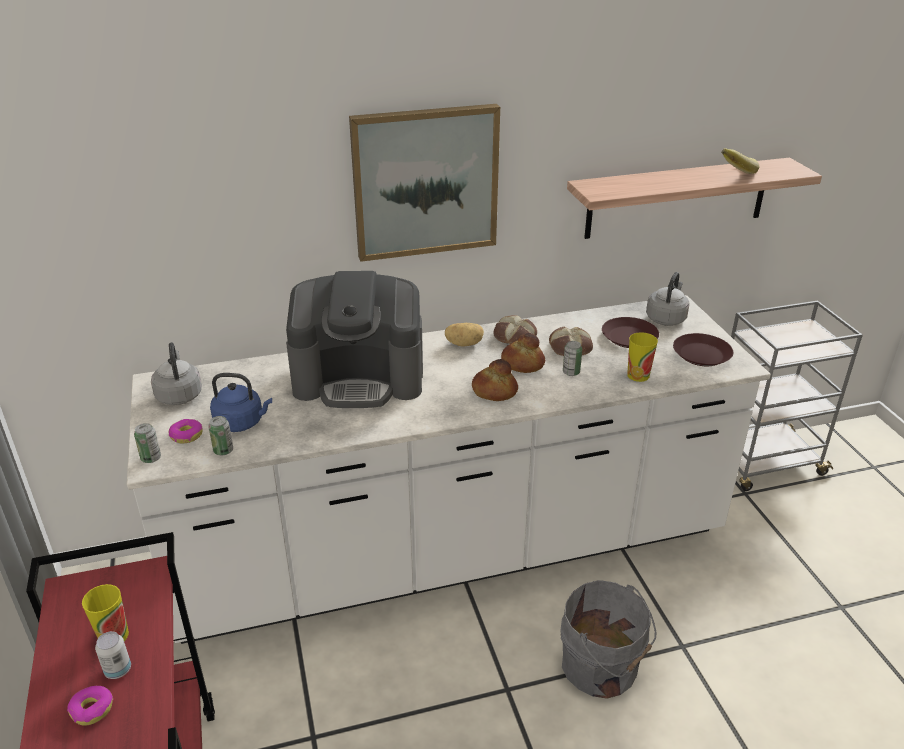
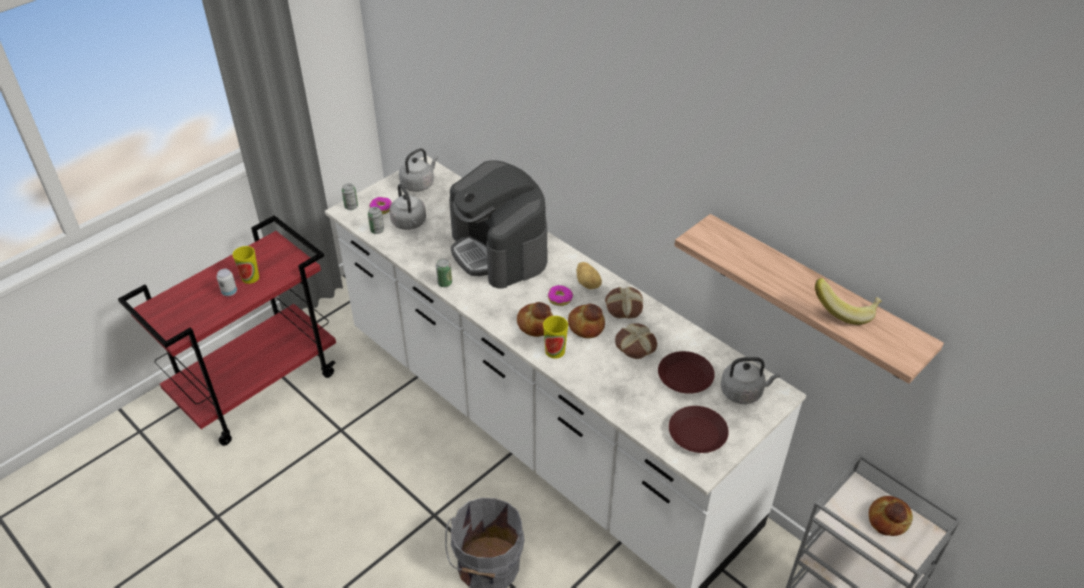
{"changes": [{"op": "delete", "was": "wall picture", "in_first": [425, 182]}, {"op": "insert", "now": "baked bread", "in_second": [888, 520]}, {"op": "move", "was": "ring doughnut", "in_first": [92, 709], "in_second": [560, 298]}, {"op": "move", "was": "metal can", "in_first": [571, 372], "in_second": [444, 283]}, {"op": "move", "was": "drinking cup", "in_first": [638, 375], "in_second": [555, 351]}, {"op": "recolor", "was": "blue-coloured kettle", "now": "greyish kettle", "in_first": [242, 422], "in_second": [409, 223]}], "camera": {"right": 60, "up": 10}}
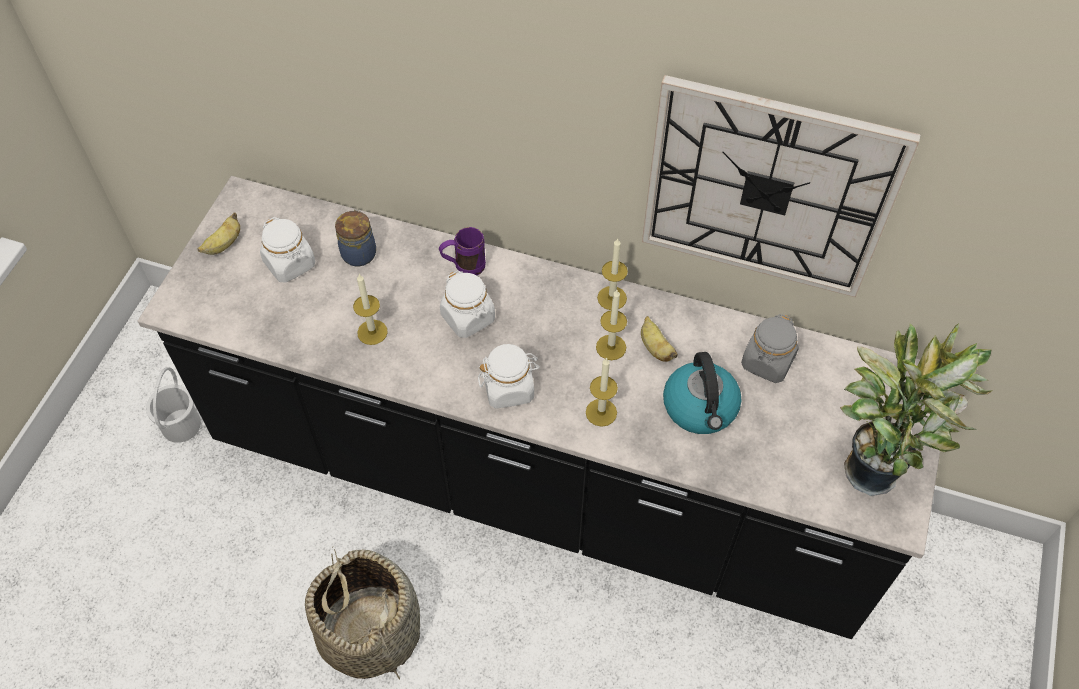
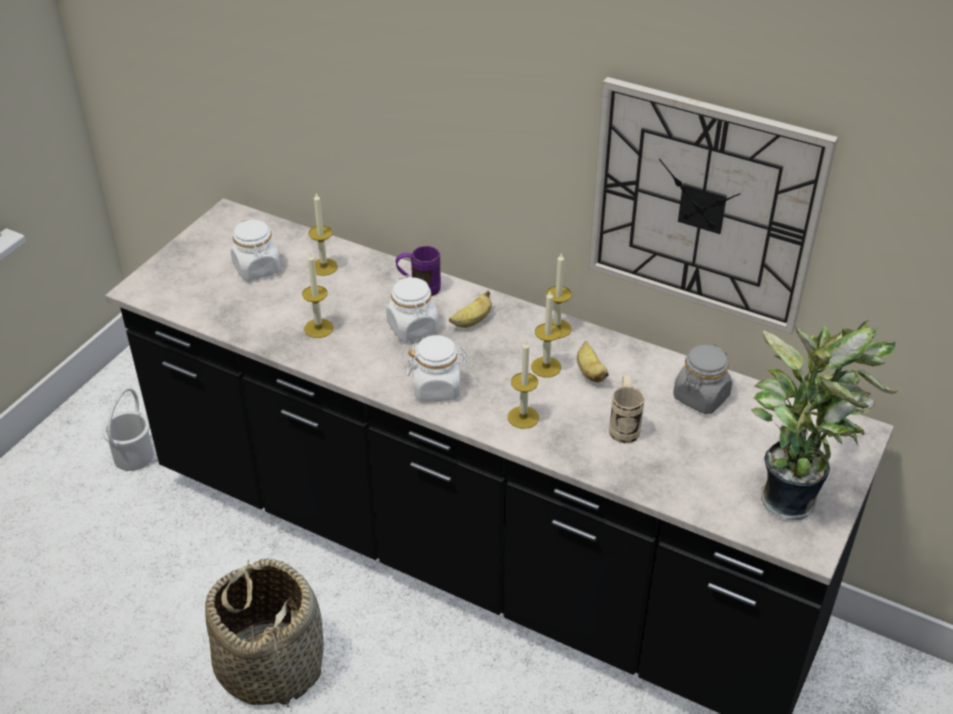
{"changes": [{"op": "move", "was": "banana fruit", "in_first": [224, 245], "in_second": [472, 322]}, {"op": "replace", "was": "jar", "now": "wax candle", "in_first": [359, 252], "in_second": [323, 267]}, {"op": "replace", "was": "kettle", "now": "sand-coloured coffee mug", "in_first": [700, 408], "in_second": [624, 426]}], "camera": {"right": 10, "up": -15}}
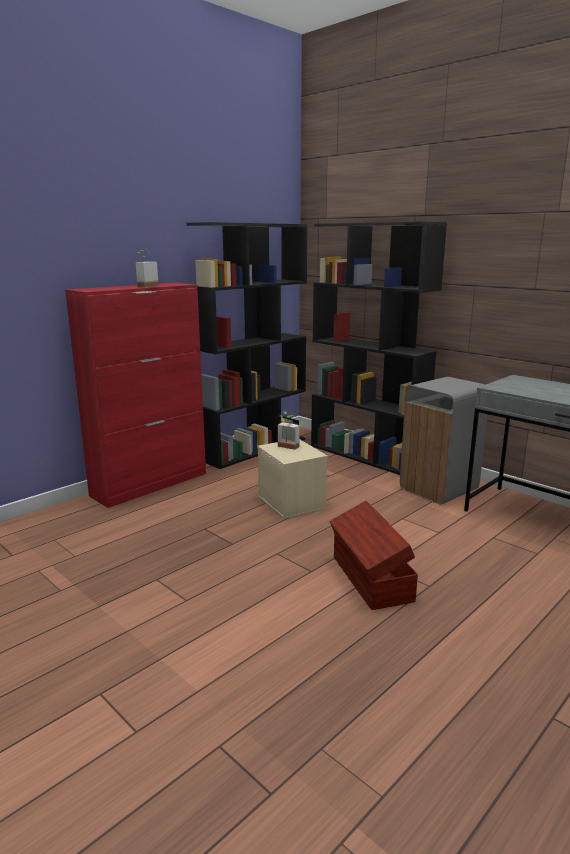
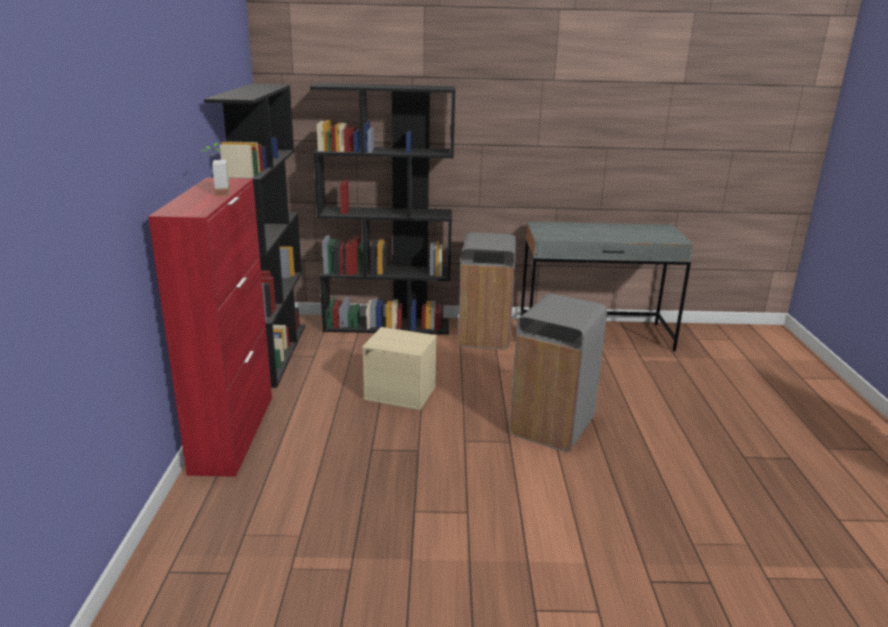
{"changes": [{"op": "delete", "was": "houseplant", "in_first": [286, 447]}, {"op": "replace", "was": "brownish storage container", "now": "greyish rubbish bin", "in_first": [370, 579], "in_second": [553, 427]}], "camera": {"right": -45, "up": 5}}
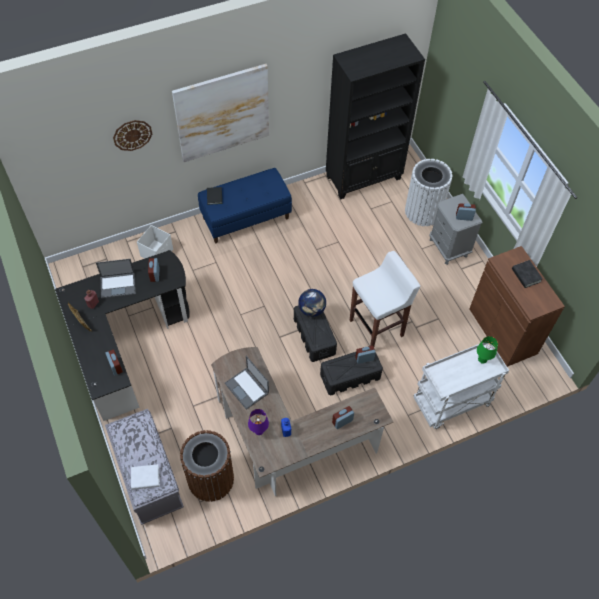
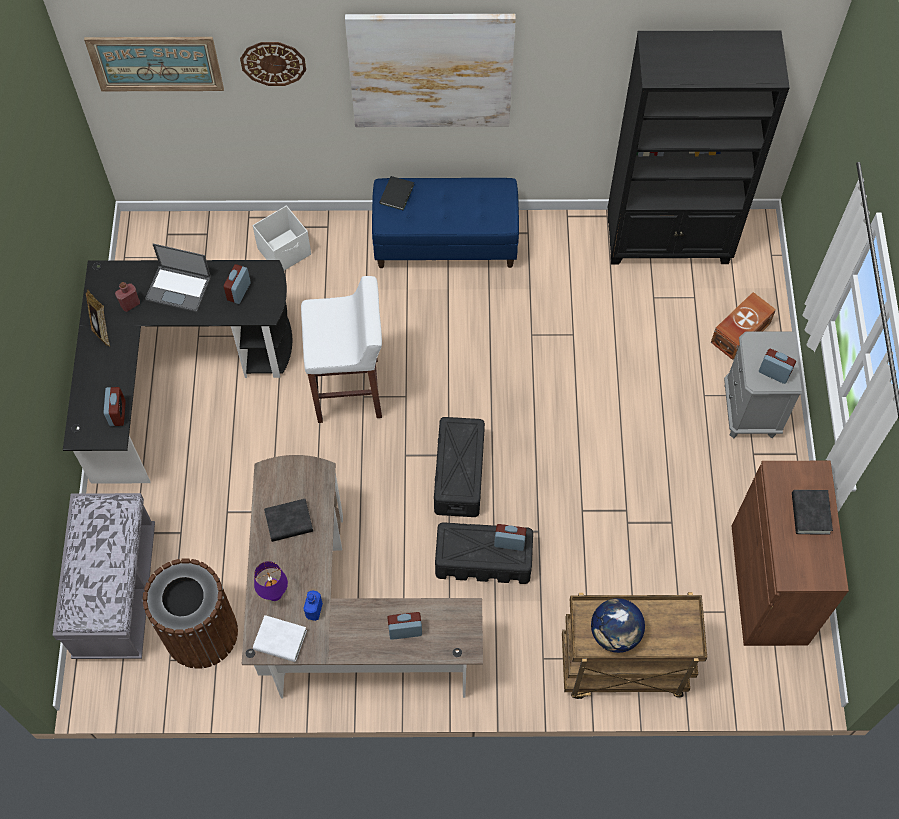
{"changes": [{"op": "delete", "was": "green lamp for a table", "in_first": [482, 359]}, {"op": "insert", "now": "wall picture", "in_second": [155, 63]}, {"op": "move", "was": "white book", "in_first": [145, 478], "in_second": [280, 640]}, {"op": "move", "was": "world globe", "in_first": [312, 310], "in_second": [615, 634]}, {"op": "move", "was": "white stool", "in_first": [377, 328], "in_second": [349, 390]}, {"op": "replace", "was": "notebook computer", "now": "black book", "in_first": [247, 388], "in_second": [289, 522]}, {"op": "replace", "was": "white rubbish bin", "now": "brownish storage container", "in_first": [423, 211], "in_second": [739, 333]}, {"op": "recolor", "was": "white wheeled cart", "now": "brownish wheeled cart", "in_first": [451, 403], "in_second": [621, 668]}], "camera": {"right": 25, "up": 5}}
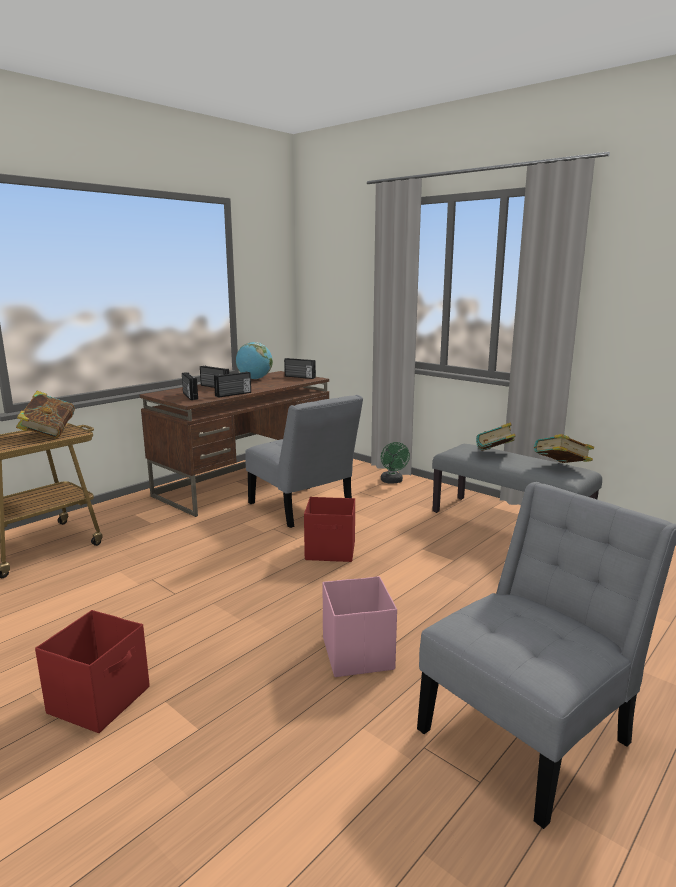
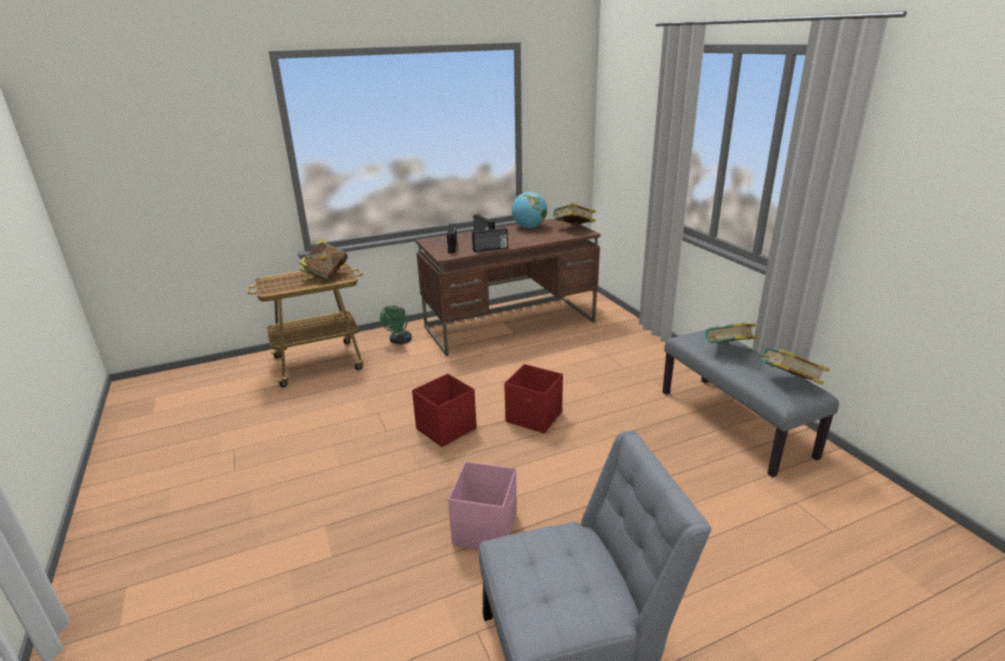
{"changes": [{"op": "delete", "was": "greyish plain chair", "in_first": [303, 508]}, {"op": "move", "was": "red-coloured storage container", "in_first": [101, 699], "in_second": [447, 428]}, {"op": "move", "was": "green fan", "in_first": [392, 481], "in_second": [399, 341]}, {"op": "replace", "was": "radio receiver", "now": "book", "in_first": [299, 377], "in_second": [573, 229]}], "camera": {"right": 25, "up": 10}}
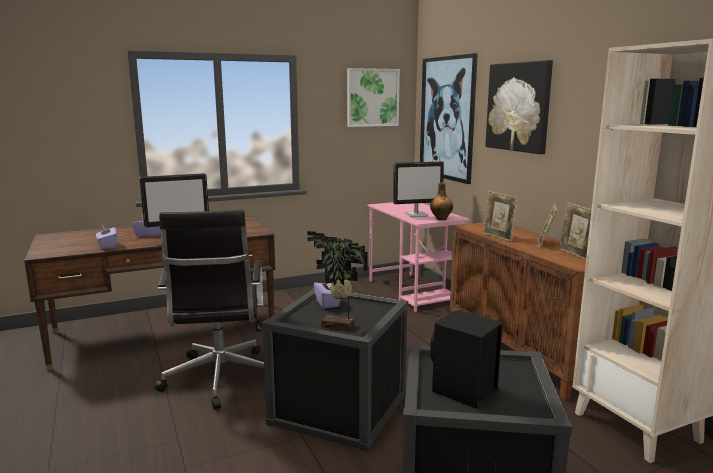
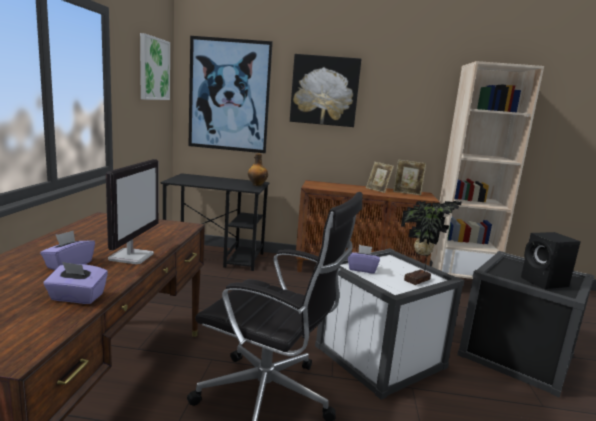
{"changes": [{"op": "delete", "was": "computer display", "in_first": [416, 215]}, {"op": "delete", "was": "picture frame", "in_first": [498, 237]}, {"op": "recolor", "was": "black storage container", "now": "white storage container", "in_first": [339, 409], "in_second": [379, 356]}, {"op": "recolor", "was": "pinkish desk table", "now": "black desk table", "in_first": [413, 292], "in_second": [216, 257]}], "camera": {"right": -60, "up": 0}}
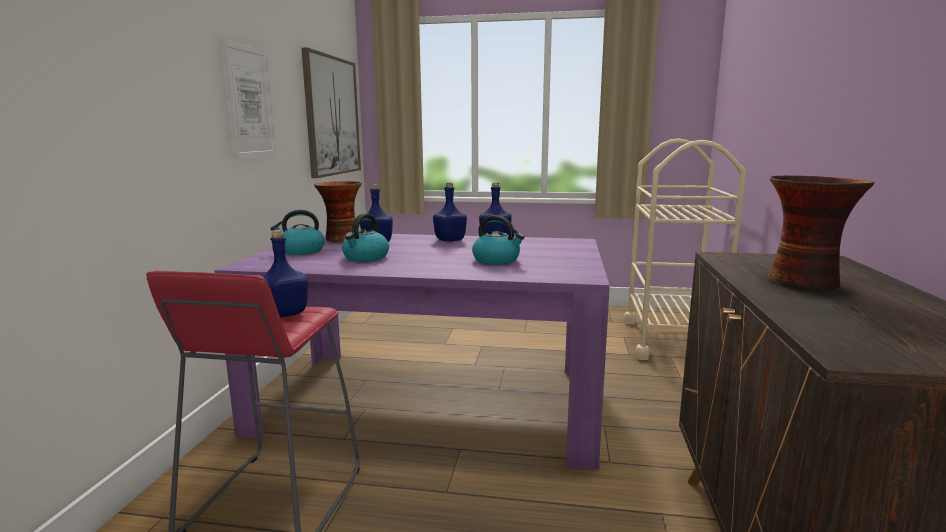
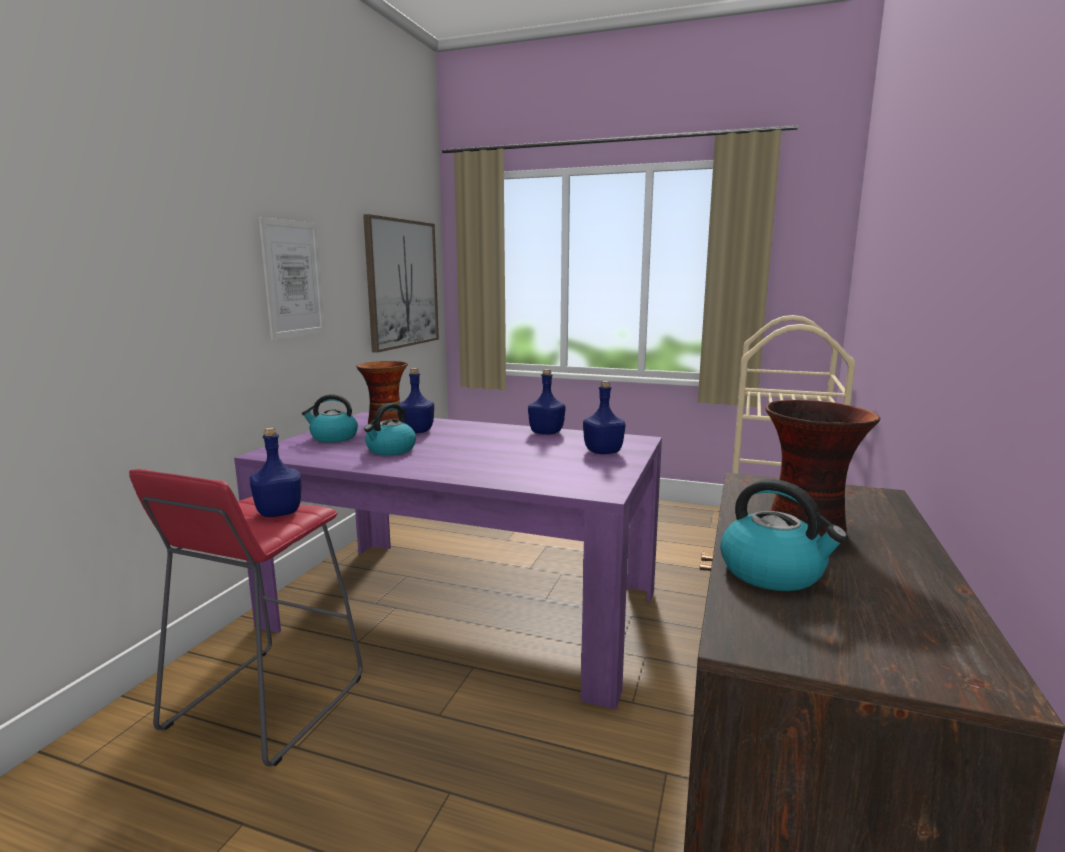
{"changes": [{"op": "move", "was": "blue-coloured bottle", "in_first": [450, 240], "in_second": [603, 452]}, {"op": "move", "was": "kettle", "in_first": [497, 260], "in_second": [773, 572]}], "camera": {"right": 10, "up": 0}}
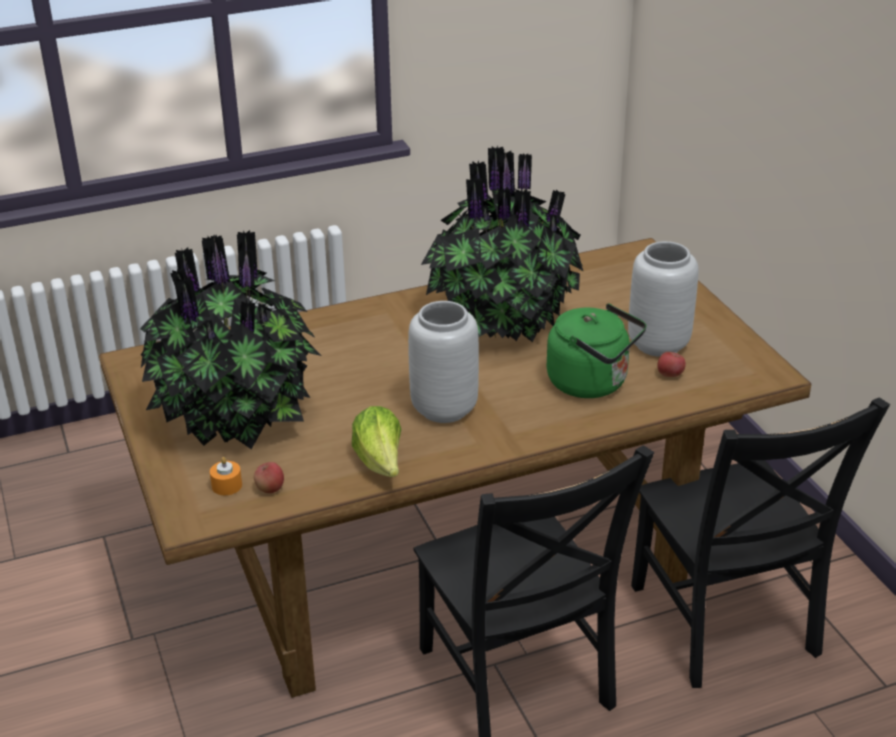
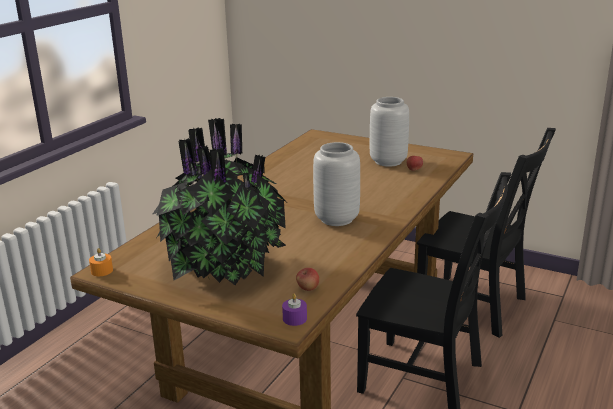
{"changes": [{"op": "delete", "was": "lettuce head", "in_first": [380, 463]}, {"op": "delete", "was": "houseplant", "in_first": [501, 320]}, {"op": "delete", "was": "green kettle", "in_first": [592, 383]}, {"op": "insert", "now": "purple wax candle", "in_second": [294, 318]}, {"op": "move", "was": "orange wax candle", "in_first": [227, 485], "in_second": [102, 271]}], "camera": {"right": -40, "up": -10}}
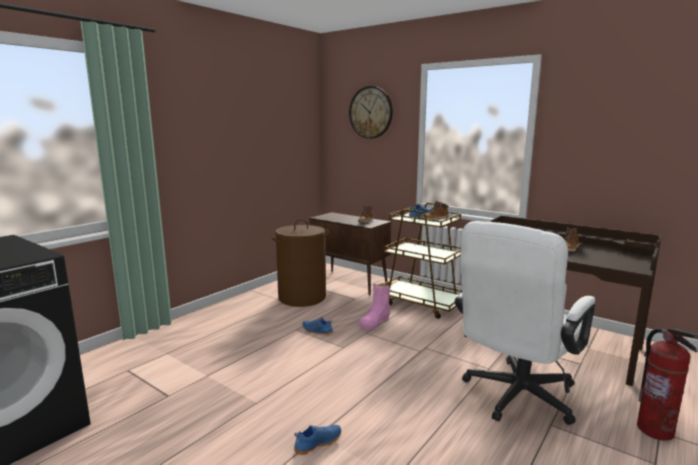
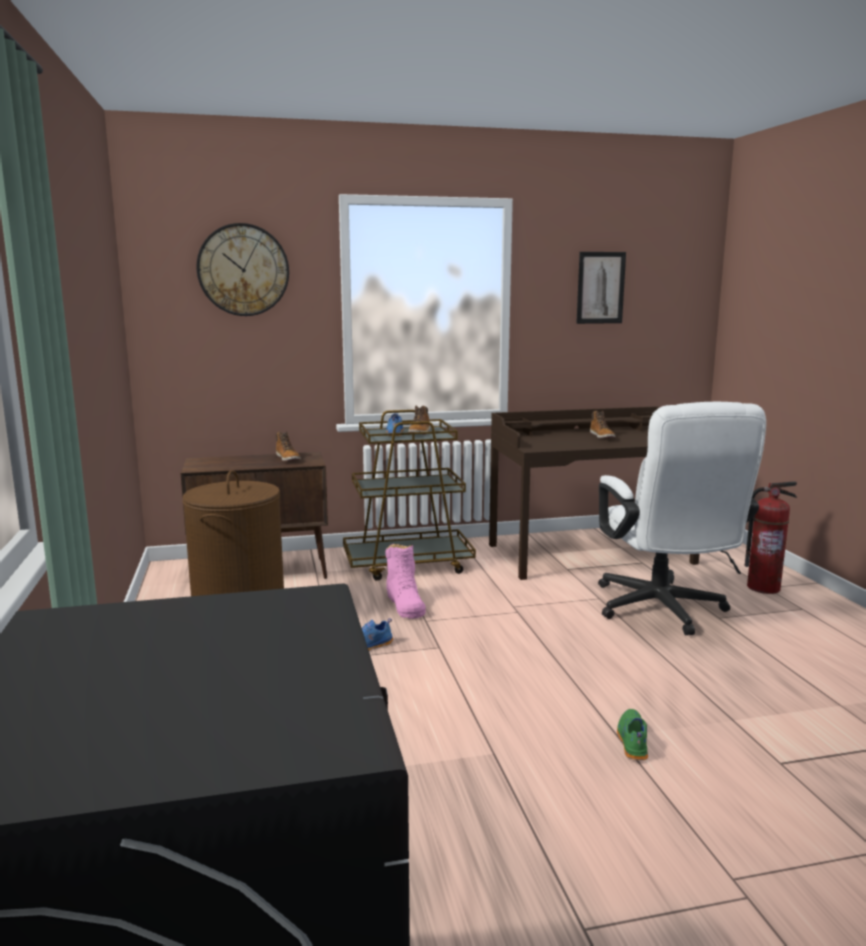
{"changes": [{"op": "insert", "now": "wall picture", "in_second": [600, 288]}, {"op": "recolor", "was": "blue-coloured low shoe", "now": "green low shoe", "in_first": [317, 443], "in_second": [631, 741]}], "camera": {"right": -50, "up": 0}}
